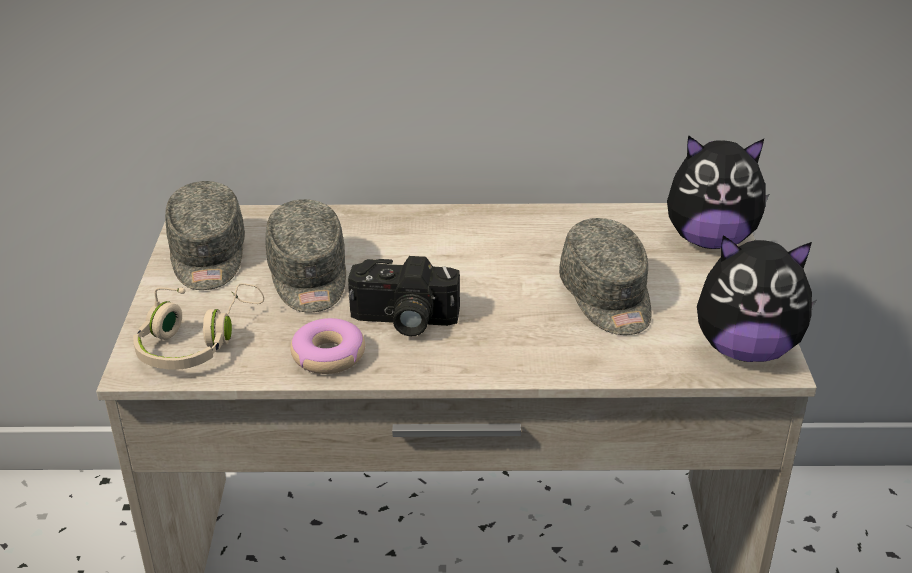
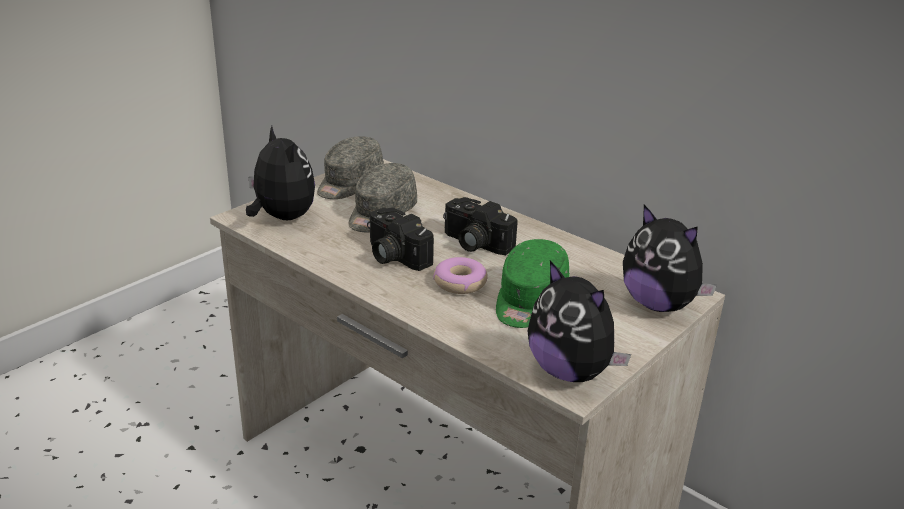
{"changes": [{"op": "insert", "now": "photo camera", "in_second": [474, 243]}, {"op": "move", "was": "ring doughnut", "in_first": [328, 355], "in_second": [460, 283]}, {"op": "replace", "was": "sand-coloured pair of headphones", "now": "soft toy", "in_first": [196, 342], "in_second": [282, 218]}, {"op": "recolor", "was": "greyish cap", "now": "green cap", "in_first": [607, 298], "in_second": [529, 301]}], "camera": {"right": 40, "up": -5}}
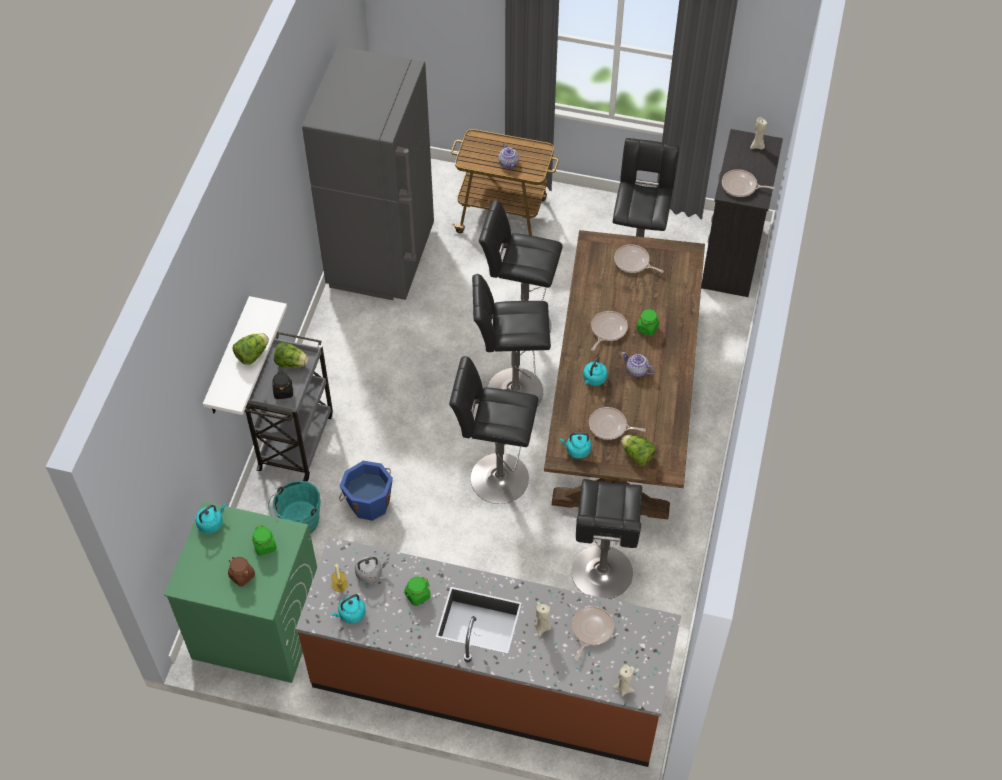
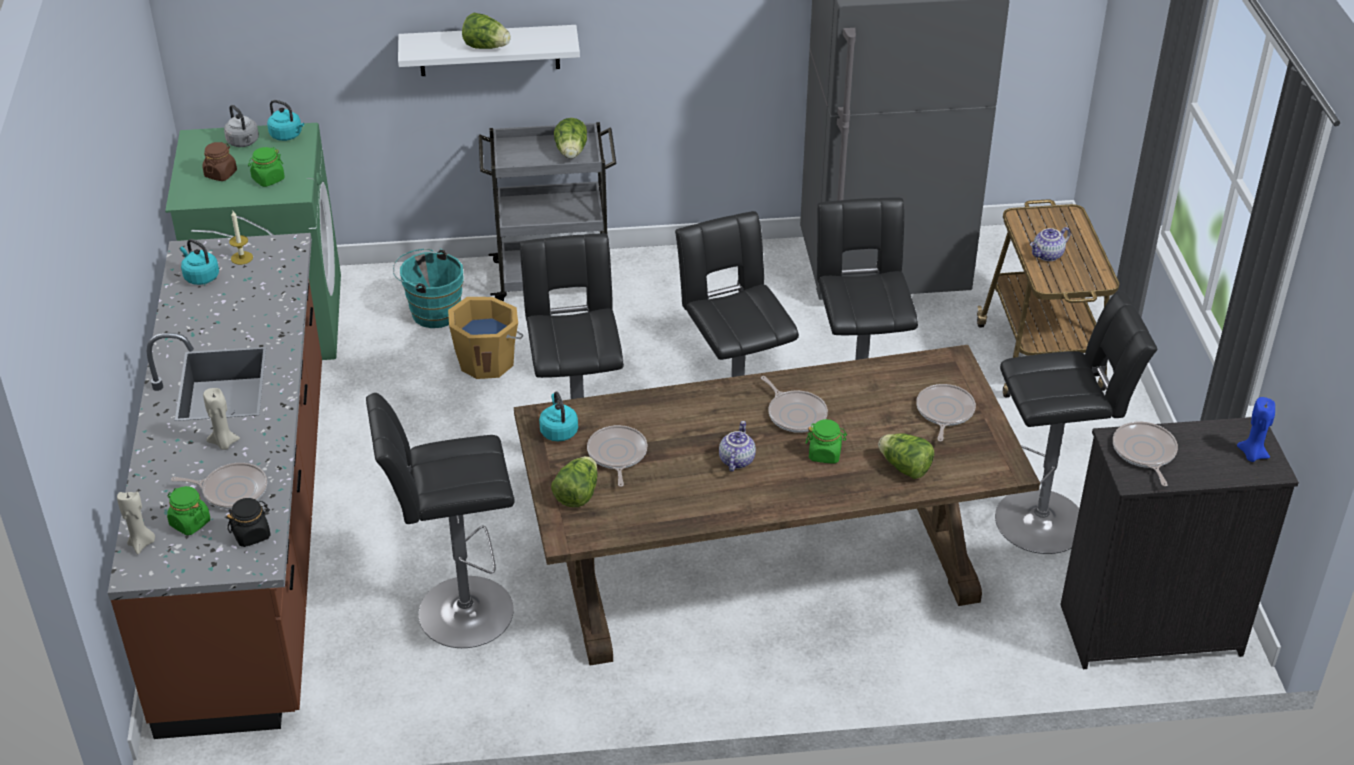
{"changes": [{"op": "delete", "was": "turquoise kettle", "in_first": [594, 379]}, {"op": "insert", "now": "lettuce head", "in_second": [905, 468]}, {"op": "move", "was": "black jar", "in_first": [283, 391], "in_second": [251, 534]}, {"op": "move", "was": "greyish kettle", "in_first": [370, 573], "in_second": [244, 142]}, {"op": "move", "was": "green jar", "in_first": [417, 595], "in_second": [190, 523]}, {"op": "recolor", "was": "blue-coloured water bucket", "now": "orange water bucket", "in_first": [368, 502], "in_second": [487, 361]}, {"op": "recolor", "was": "sand-coloured wax candle", "now": "blue-coloured wax candle", "in_first": [757, 146], "in_second": [1252, 455]}, {"op": "rotate", "was": "skillet", "in_first": [607, 330], "in_second": [795, 414], "clockwise": 45}], "camera": {"right": 70, "up": -15}}
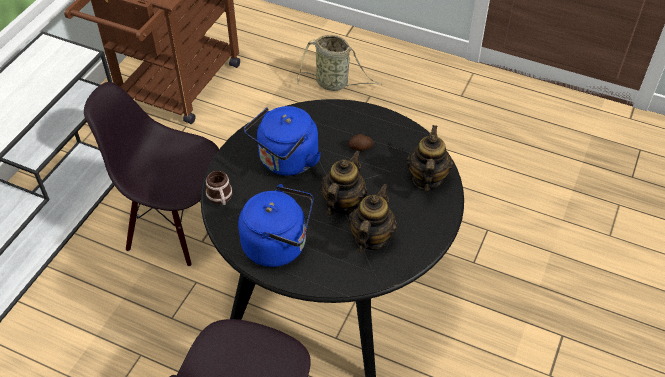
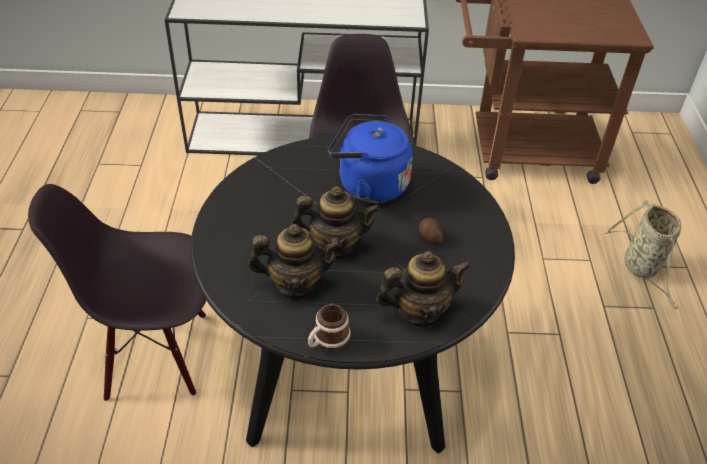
{"changes": [{"op": "delete", "was": "blue-coloured kettle", "in_first": [279, 245]}, {"op": "move", "was": "coffee mug", "in_first": [220, 197], "in_second": [327, 340]}], "camera": {"right": 65, "up": -5}}
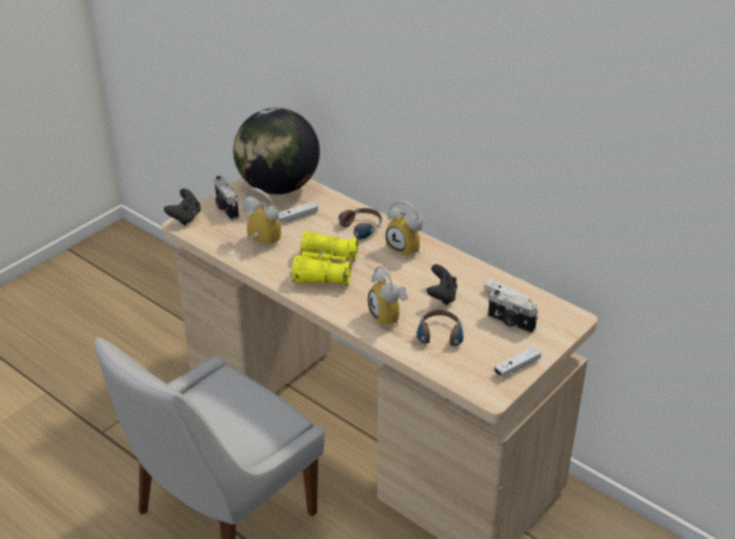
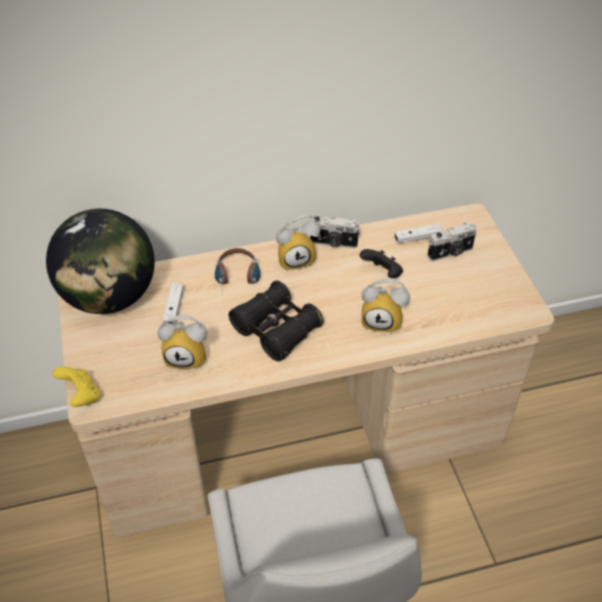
{"changes": [{"op": "delete", "was": "pair of headphones", "in_first": [439, 340]}, {"op": "delete", "was": "white gamepad", "in_first": [517, 367]}, {"op": "move", "was": "photo camera", "in_first": [226, 209], "in_second": [333, 243]}, {"op": "recolor", "was": "black gamepad", "now": "yellow gamepad", "in_first": [185, 218], "in_second": [81, 396]}, {"op": "recolor", "was": "yellow binoculars", "now": "black binoculars", "in_first": [325, 270], "in_second": [276, 329]}, {"op": "rotate", "was": "alarm clock", "in_first": [260, 243], "in_second": [188, 356], "clockwise": -150}], "camera": {"right": -55, "up": 10}}
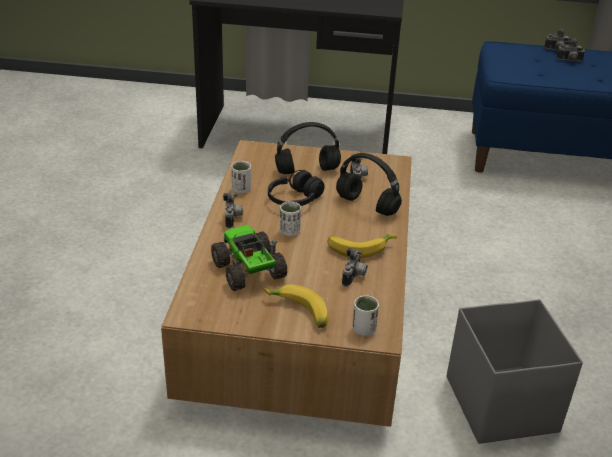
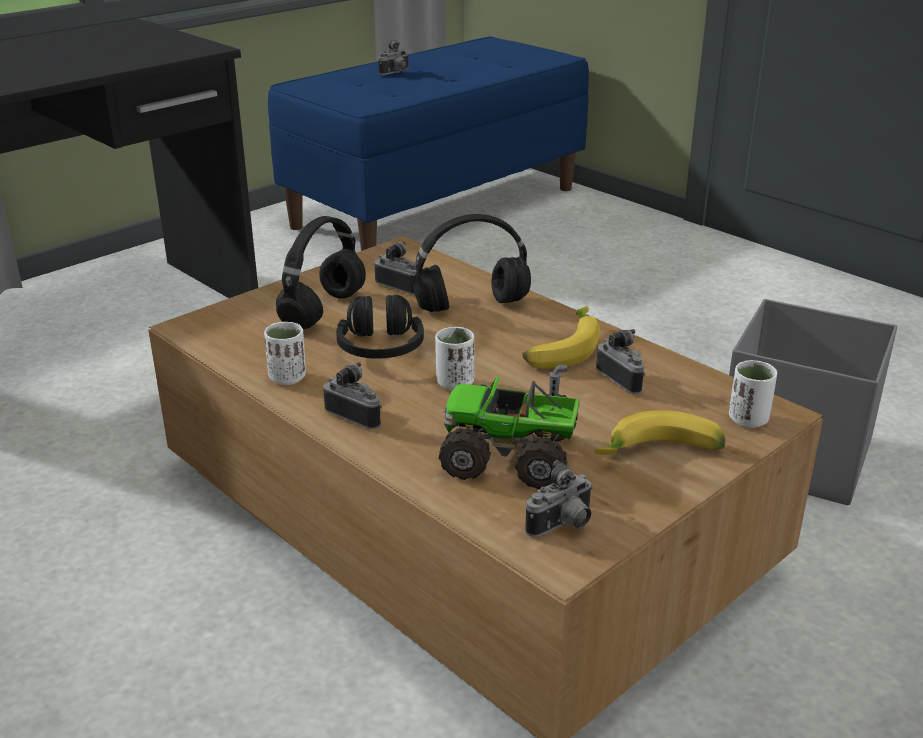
{"changes": [{"op": "move", "was": "photo camera", "in_first": [556, 50], "in_second": [563, 526]}], "camera": {"right": -50, "up": -5}}
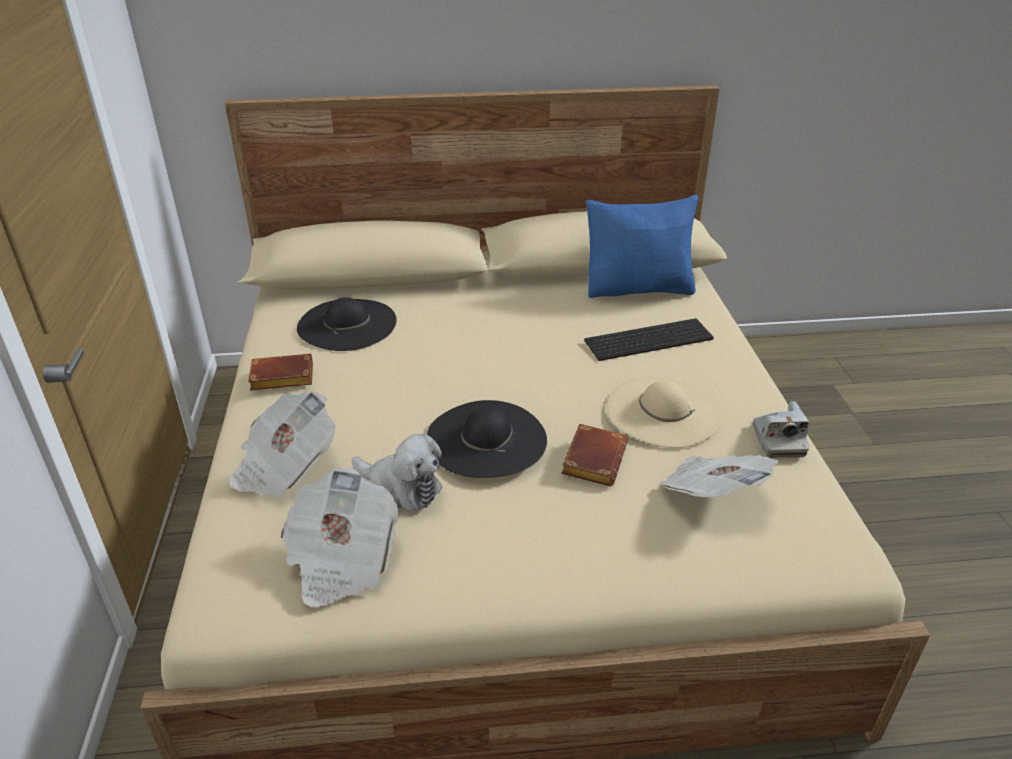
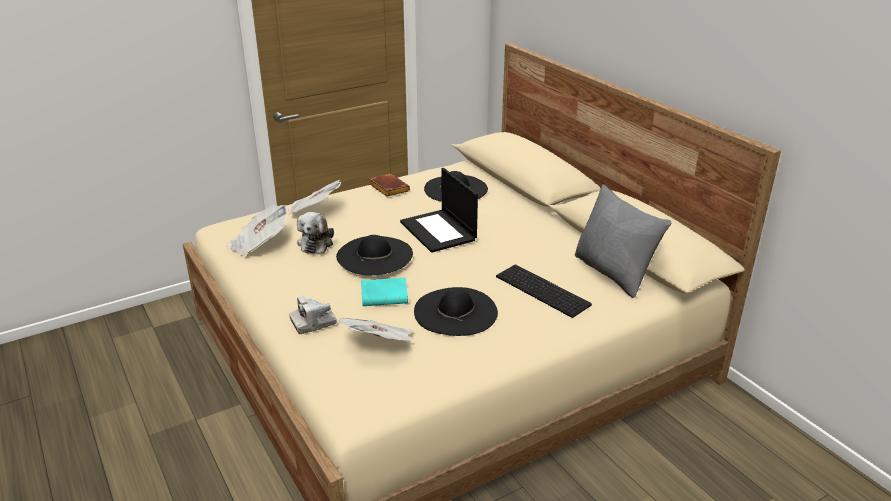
{"changes": [{"op": "insert", "now": "notebook computer", "in_second": [439, 231]}, {"op": "move", "was": "photo camera", "in_first": [778, 441], "in_second": [313, 322]}, {"op": "recolor", "was": "brownish book", "now": "turquoise book", "in_first": [592, 459], "in_second": [385, 295]}, {"op": "recolor", "was": "blue-coloured cushion", "now": "greyish cushion", "in_first": [638, 289], "in_second": [613, 273]}, {"op": "recolor", "was": "sand-coloured clothing hat", "now": "black clothing hat", "in_first": [663, 411], "in_second": [455, 311]}], "camera": {"right": 65, "up": -5}}
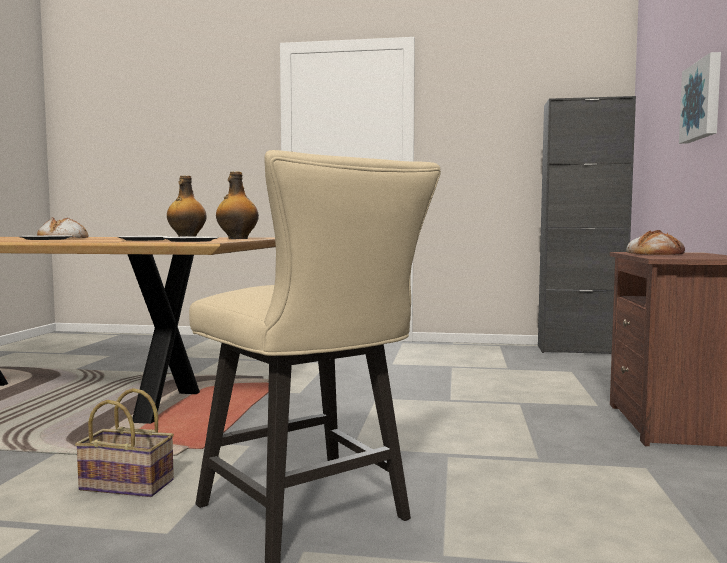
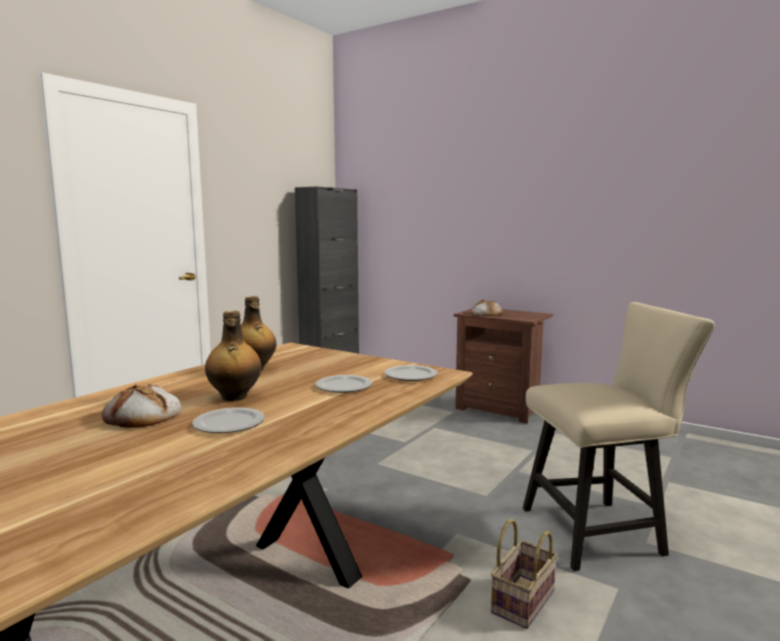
{"changes": [{"op": "delete", "was": "wall picture", "in_first": [703, 100]}, {"op": "move", "was": "bottle", "in_first": [237, 239], "in_second": [234, 397]}], "camera": {"right": -65, "up": 5}}
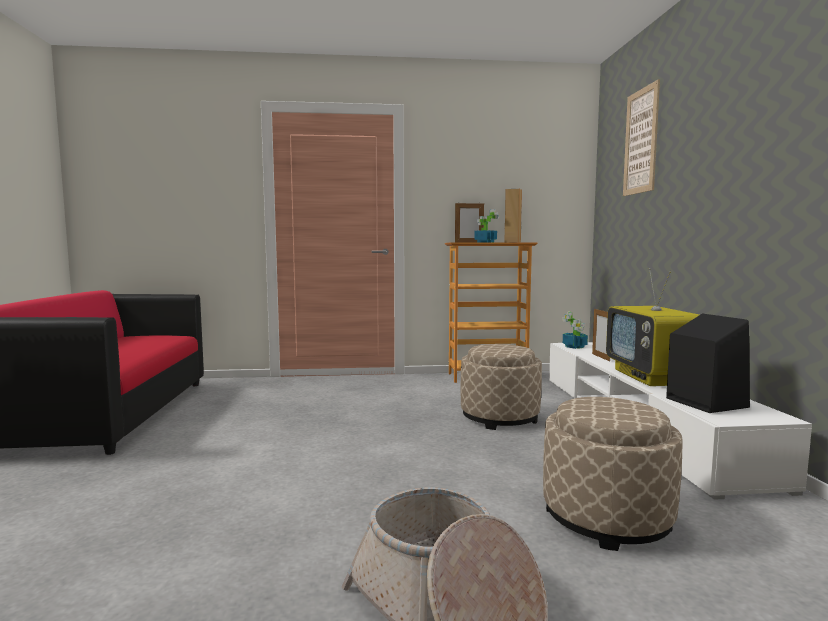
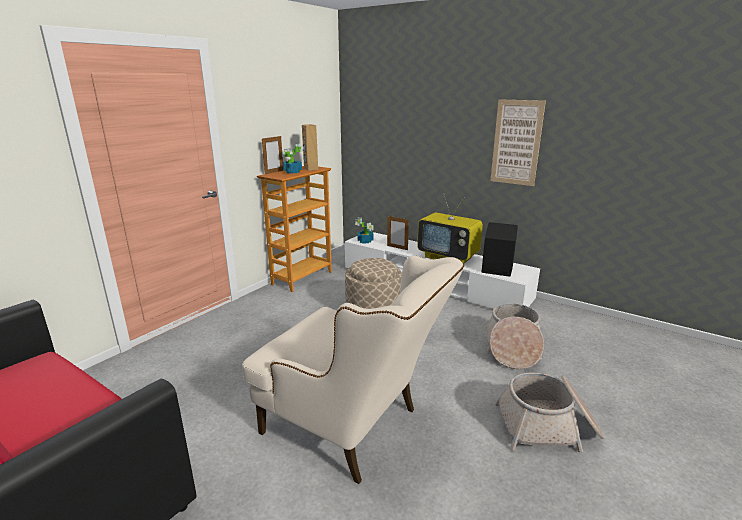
{"changes": [{"op": "insert", "now": "sand-coloured easy chair", "in_second": [353, 427]}, {"op": "move", "was": "wall picture", "in_first": [641, 141], "in_second": [516, 143]}, {"op": "replace", "was": "sand-coloured pouffe", "now": "storage basket", "in_first": [606, 517], "in_second": [512, 348]}], "camera": {"right": -50, "up": 15}}
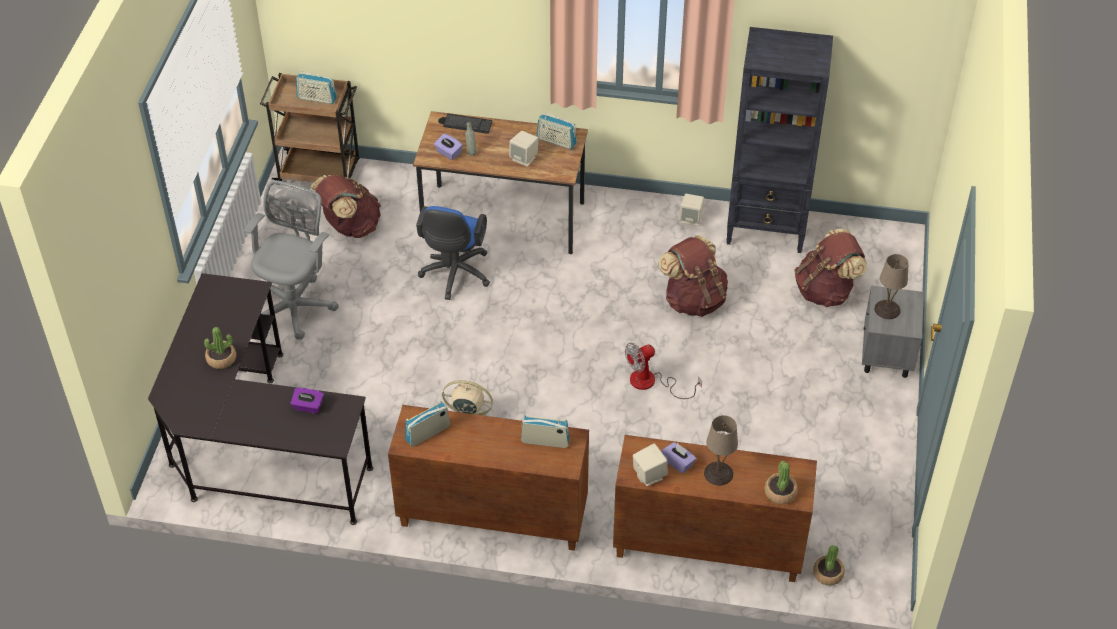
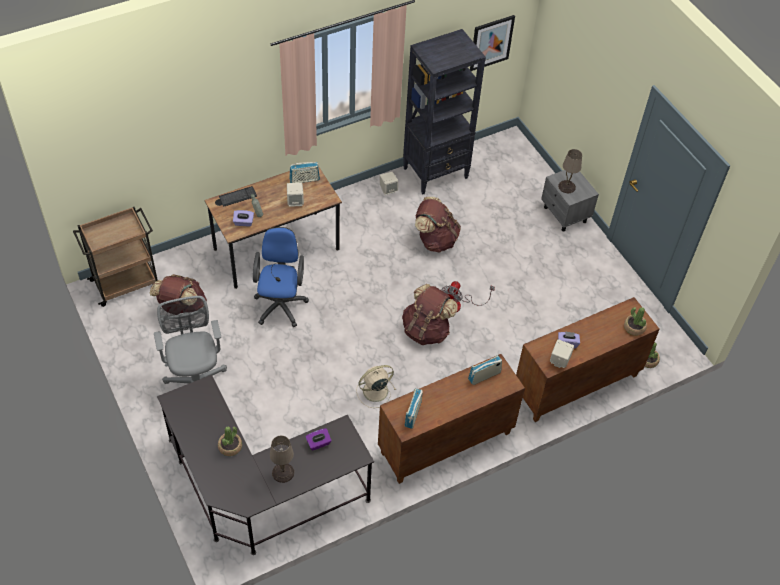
{"changes": [{"op": "delete", "was": "radio receiver", "in_first": [317, 98]}, {"op": "insert", "now": "wall picture", "in_second": [491, 42]}, {"op": "move", "was": "sand-coloured lamp for a table", "in_first": [718, 474], "in_second": [283, 473]}, {"op": "move", "was": "brownish backpack", "in_first": [826, 291], "in_second": [426, 330]}, {"op": "rotate", "was": "blue-coloured office chair", "in_first": [455, 275], "in_second": [281, 303], "clockwise": -150}], "camera": {"right": -40, "up": 5}}
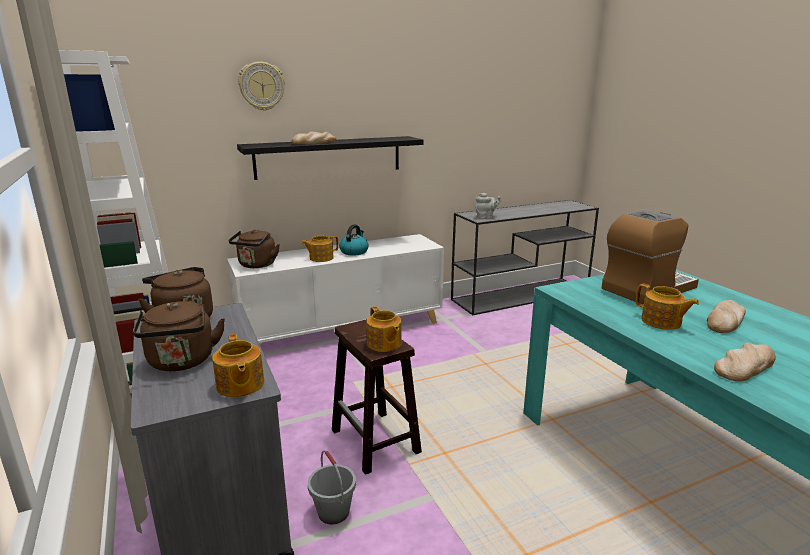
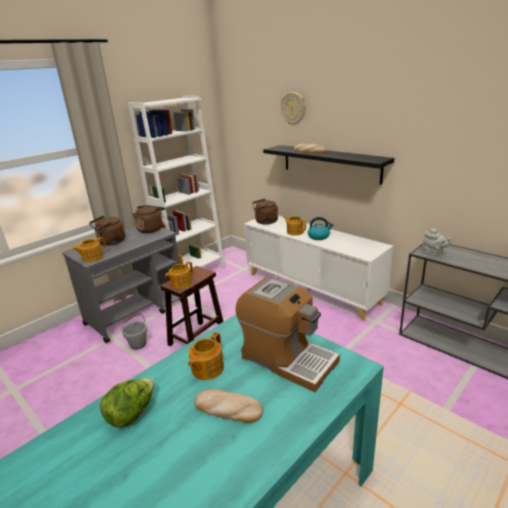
{"changes": [{"op": "replace", "was": "baked bread", "now": "lettuce head", "in_first": [744, 366], "in_second": [132, 414]}], "camera": {"right": 70, "up": 5}}
